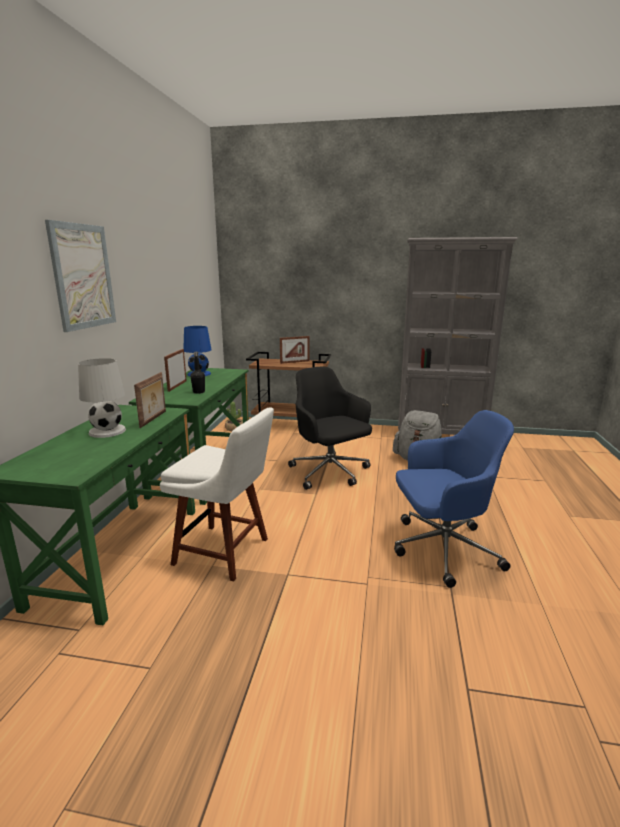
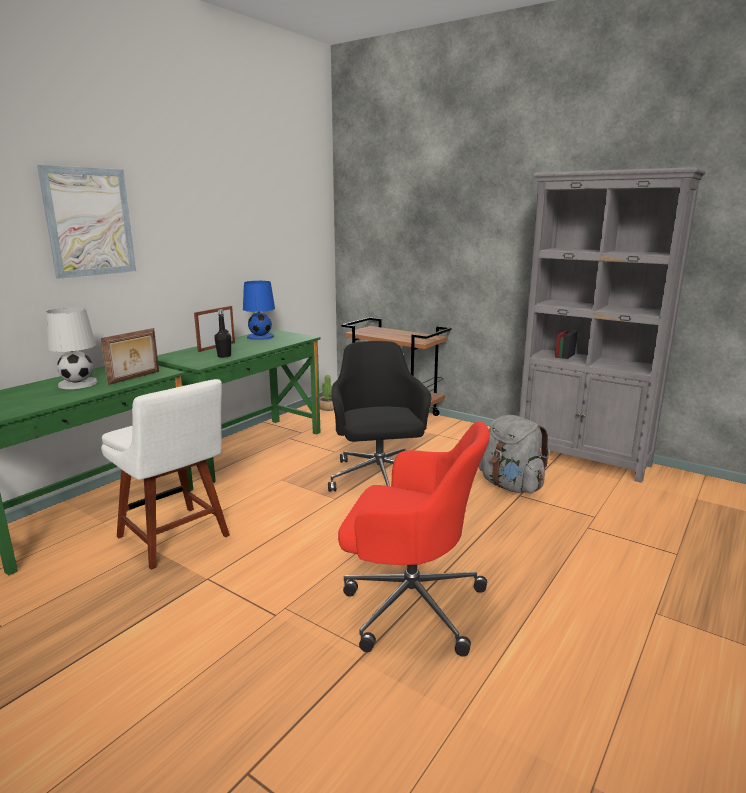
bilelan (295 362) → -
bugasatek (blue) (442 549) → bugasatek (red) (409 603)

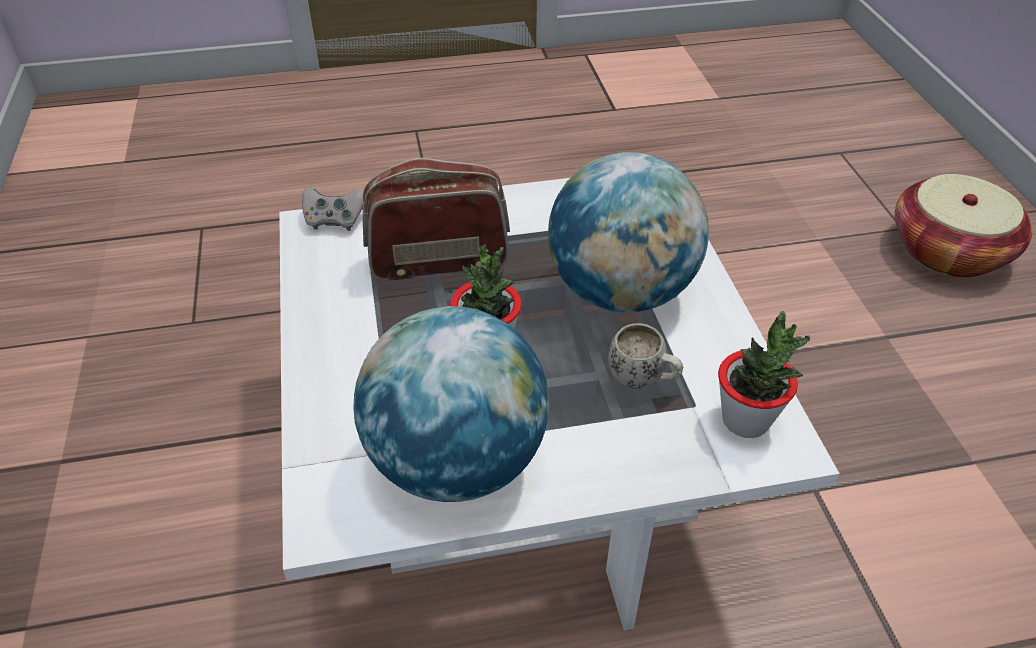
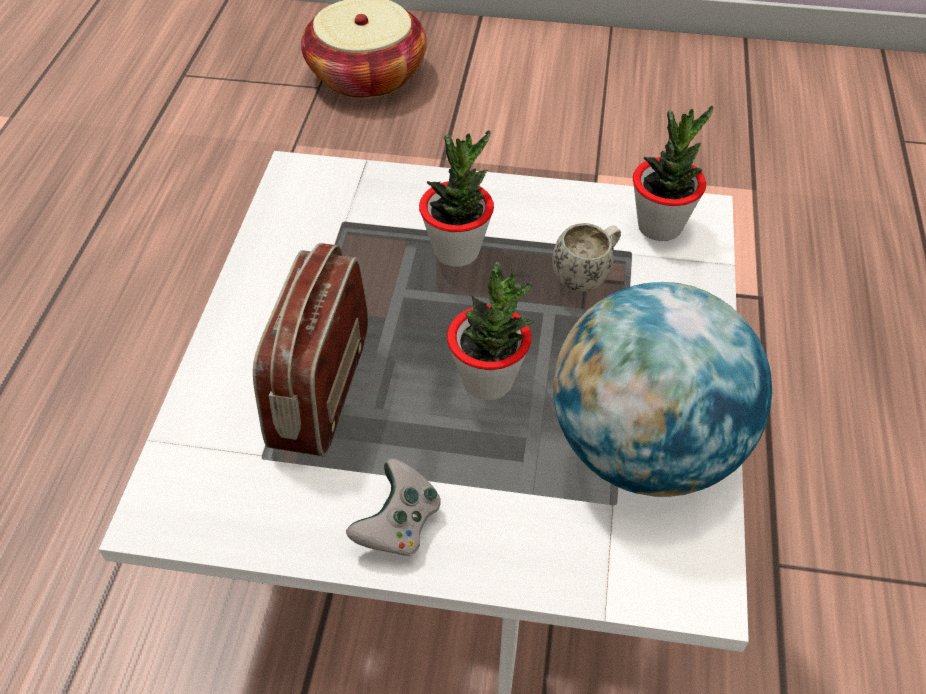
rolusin (620 292) → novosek (457 251)
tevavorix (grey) (335 220) → tevavorix (grey) (398 525), move

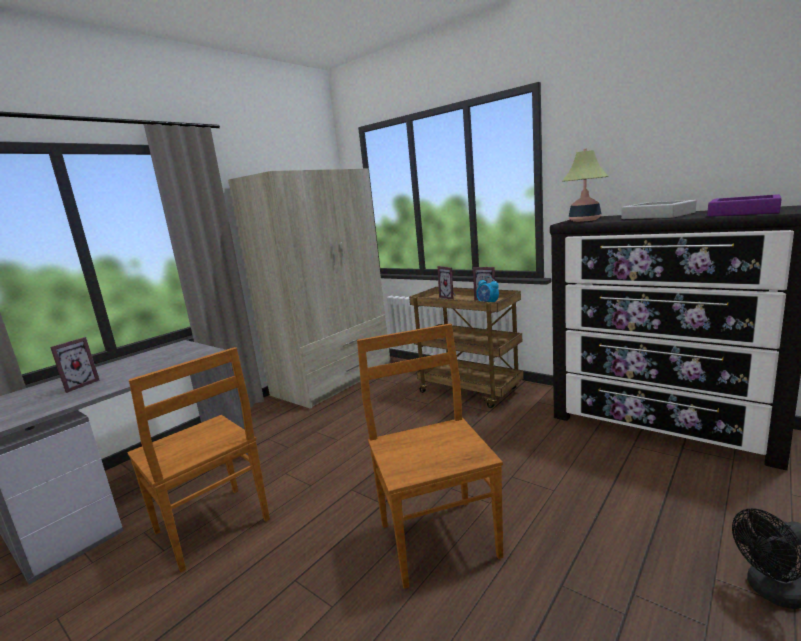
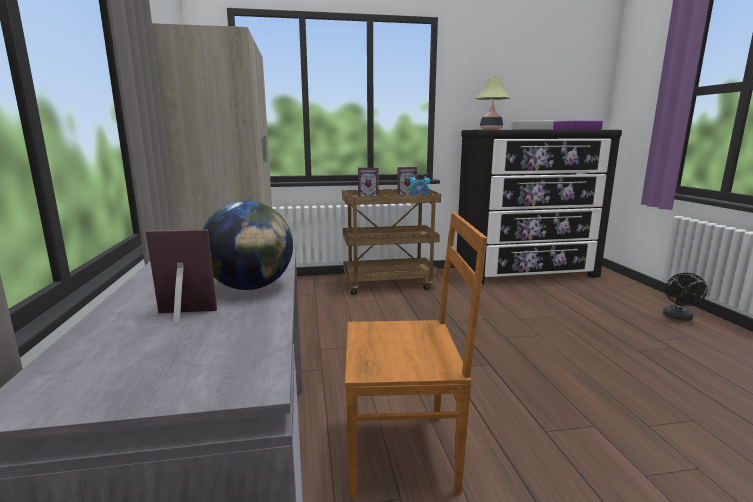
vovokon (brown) (437 537) → -
bilelan (78 385) → bilelan (183 317), 75 degrees counterclockwise
- → rolusin (251 287)

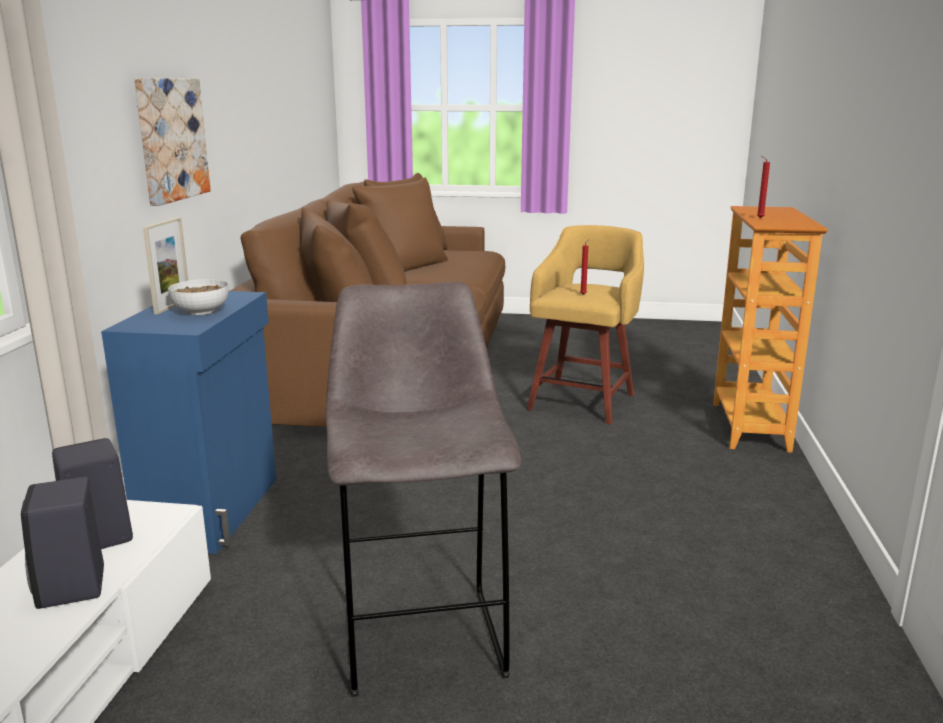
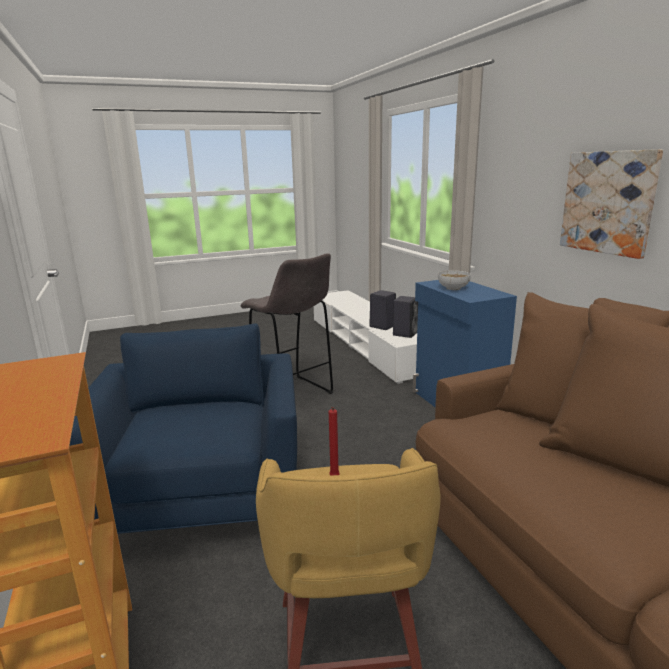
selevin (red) (759 218) → -
bilelan (172 306) → -
- → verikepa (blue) (205 503)

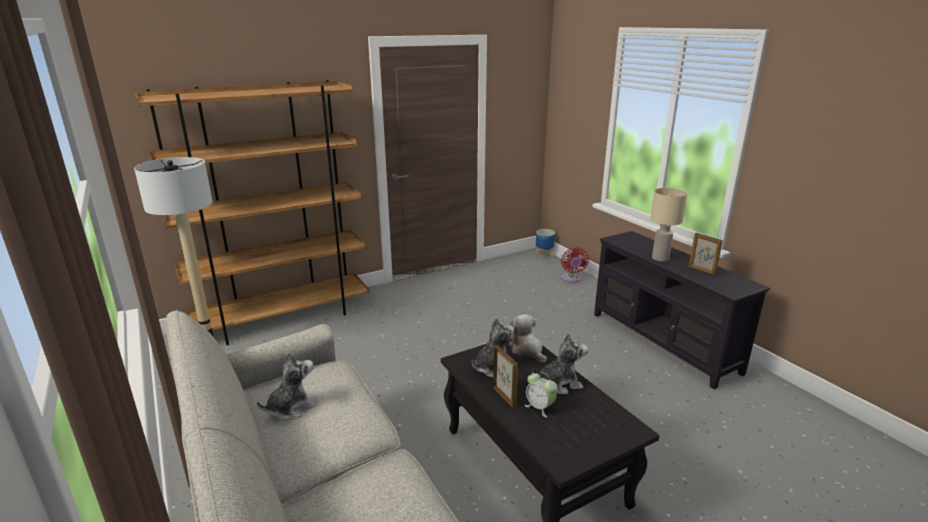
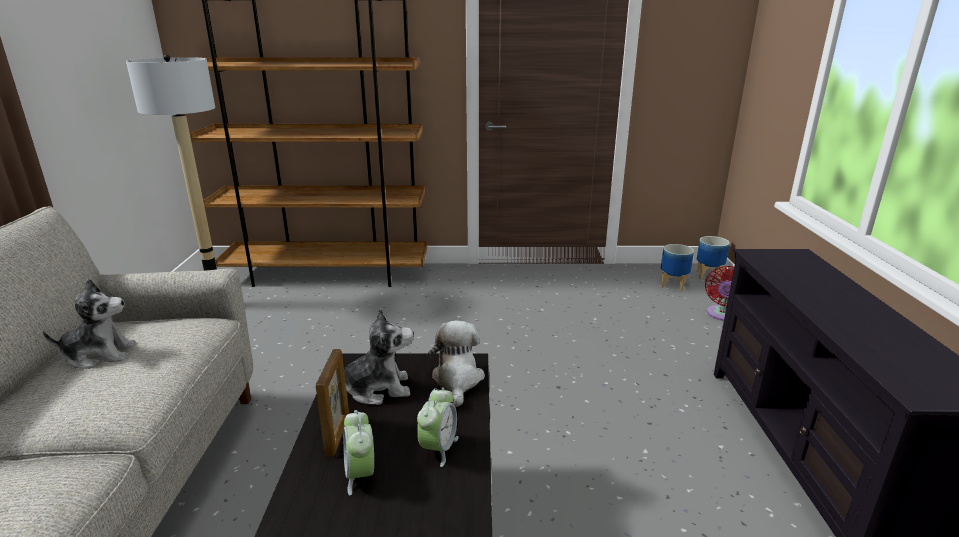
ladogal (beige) (660 258) → -
bilelan (701 271) → -
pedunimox (559 383) → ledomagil (438 448)
- → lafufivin (673 285)

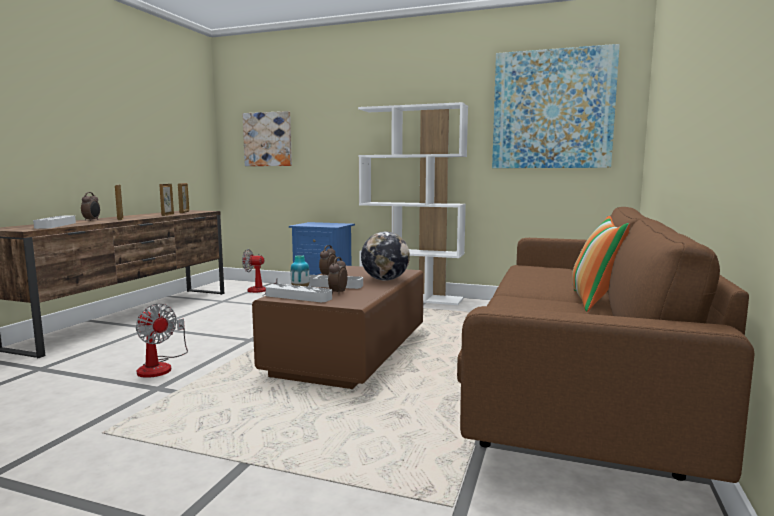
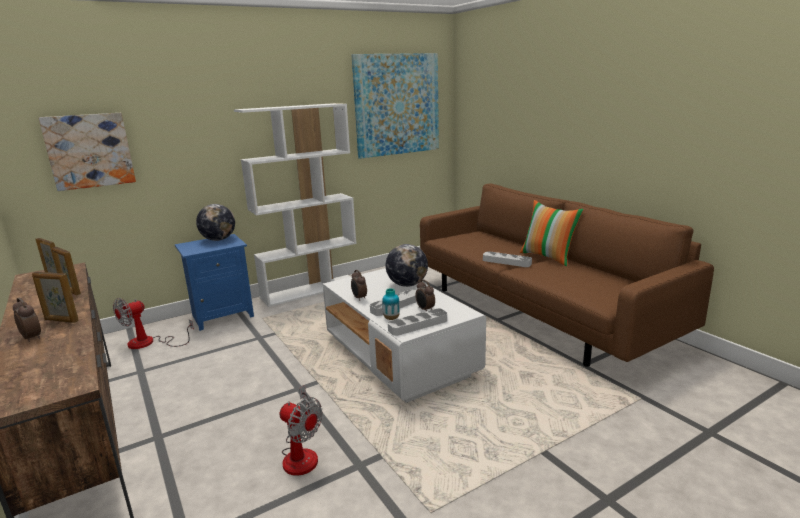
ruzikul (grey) (56 225) → ruzikul (grey) (506 262), move
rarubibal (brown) (350 353) → rarubibal (white) (399 356)
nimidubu (160 366) → nimidubu (302 453), 45 degrees clockwise
- → rolusin (218 239)

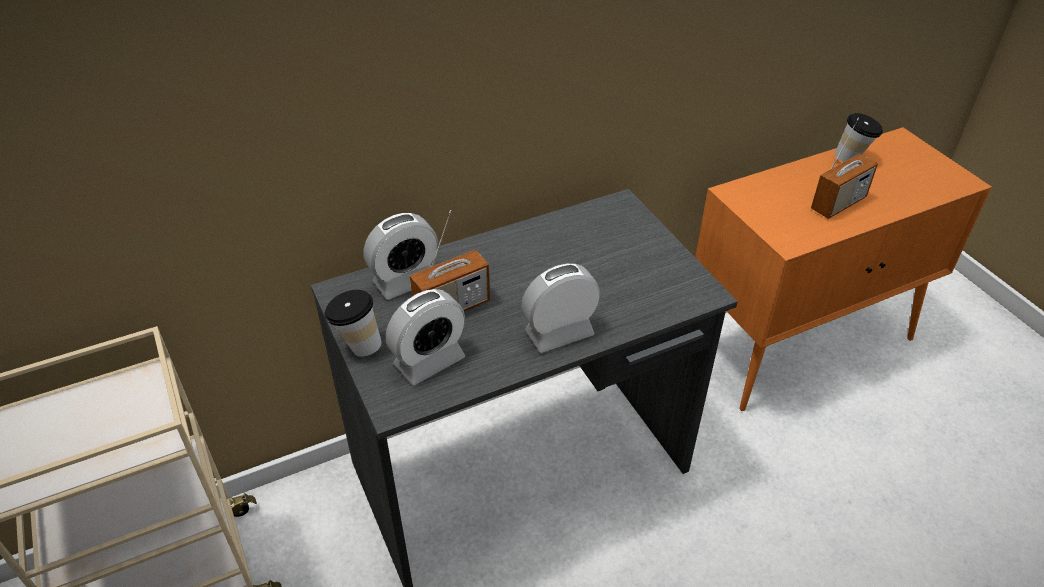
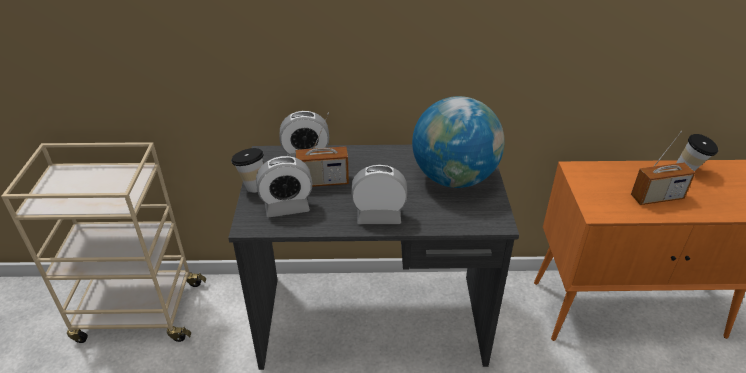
- → rolusin (454 178)

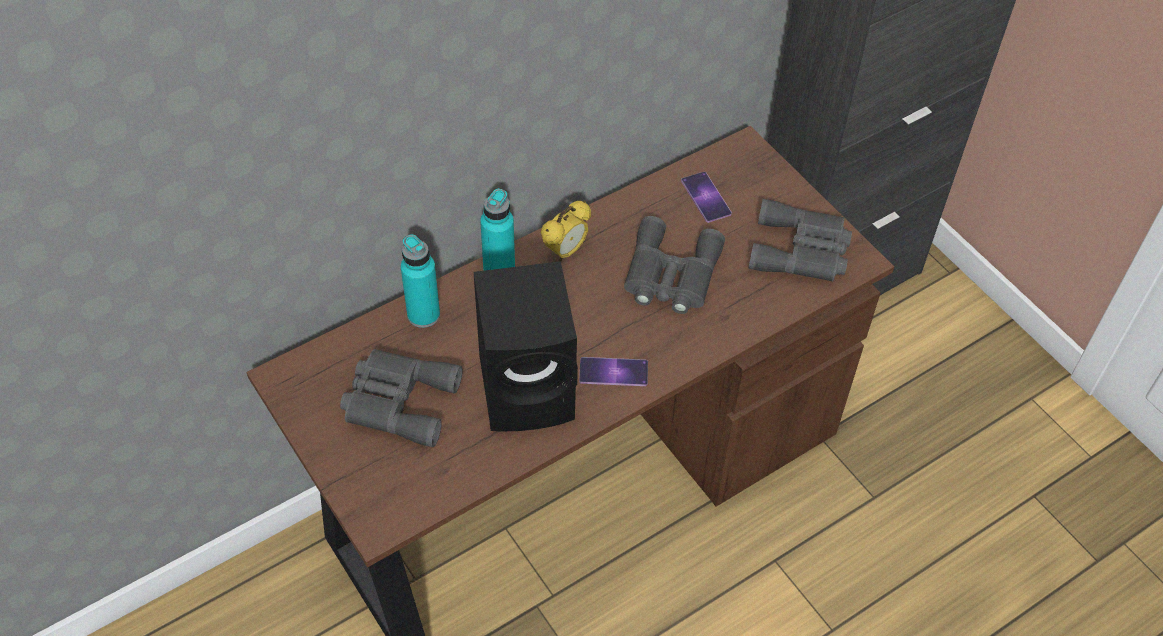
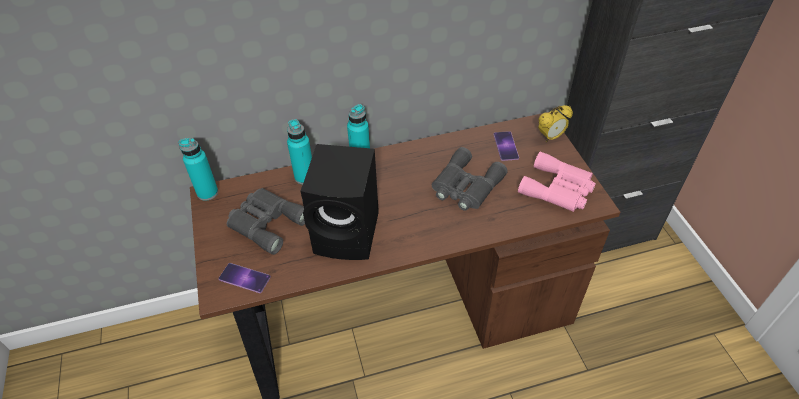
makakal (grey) (802 251) → makakal (pink) (558 189)
ledomagil (565 251) → ledomagil (550 137), move
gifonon (613 372) → gifonon (244 278), move
- → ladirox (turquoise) (207 193)

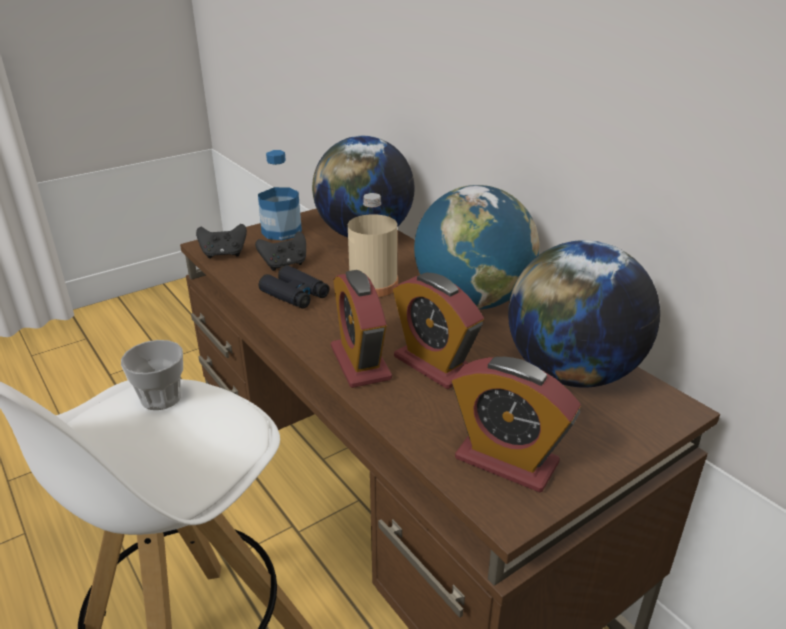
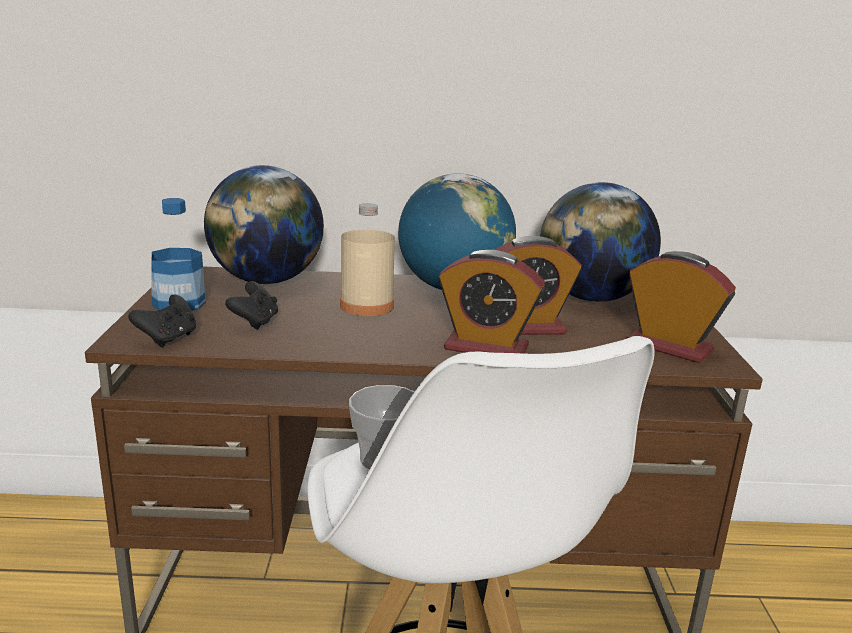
makakal (black) (295 295) → -
ledomagil (506 461) → ledomagil (669 347), 120 degrees counterclockwise

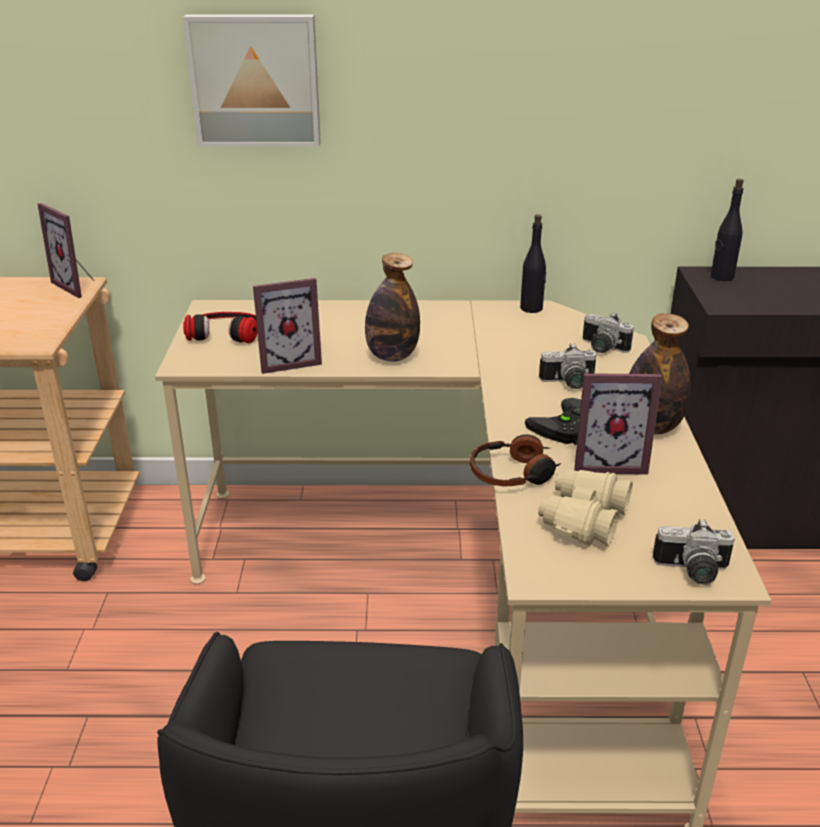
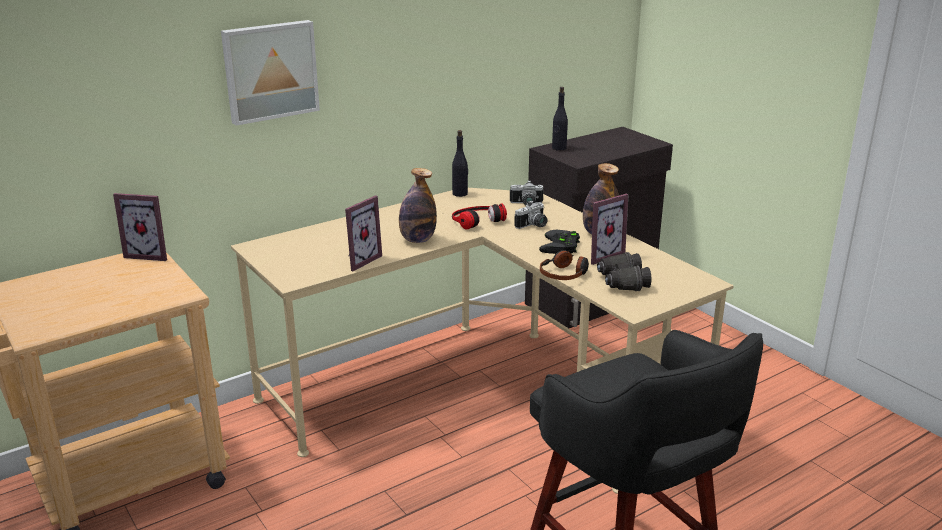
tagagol (226 331) → tagagol (476 219), move
makakal (beige) (582 519) → makakal (black) (622 282)
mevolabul (692 572) → -

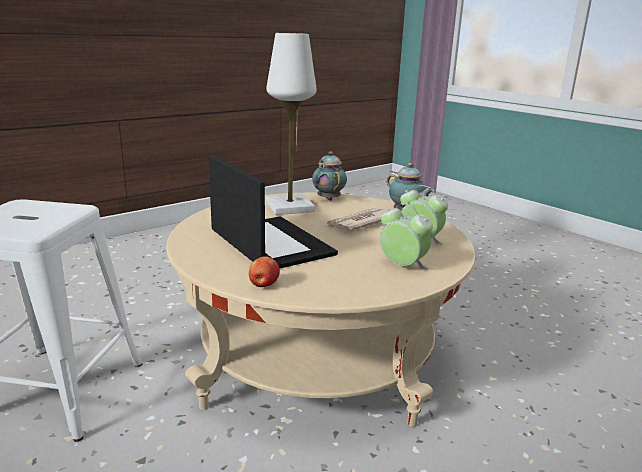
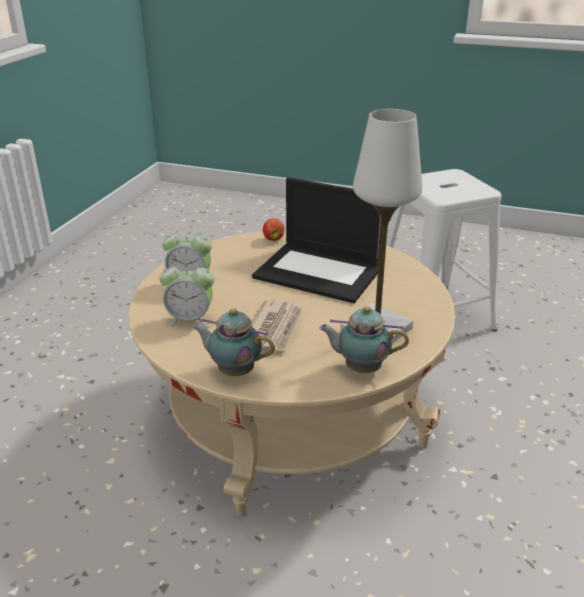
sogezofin (328 198) → sogezofin (360 368), 150 degrees clockwise

